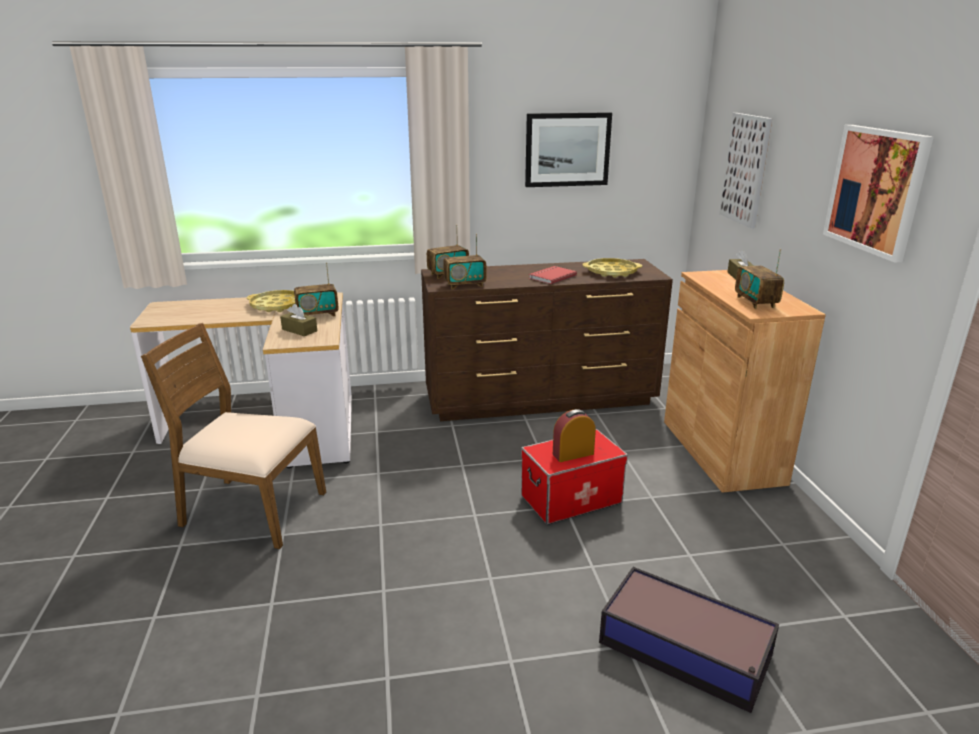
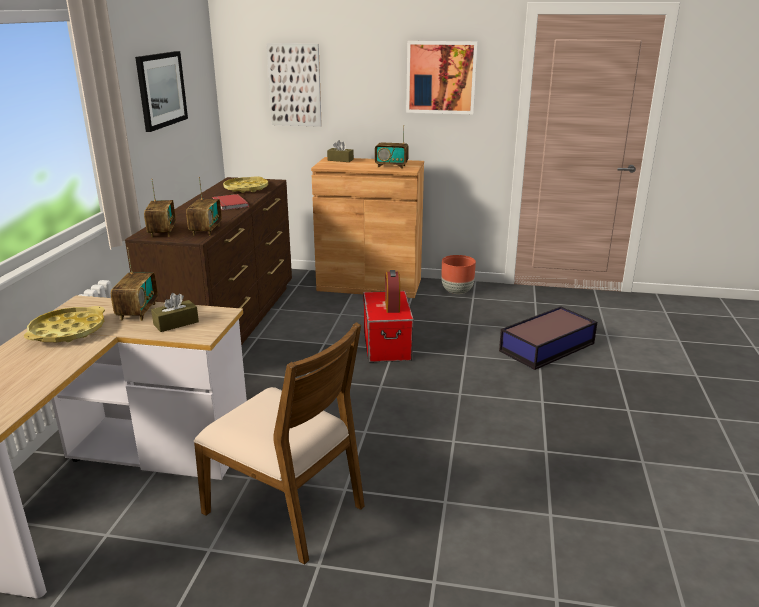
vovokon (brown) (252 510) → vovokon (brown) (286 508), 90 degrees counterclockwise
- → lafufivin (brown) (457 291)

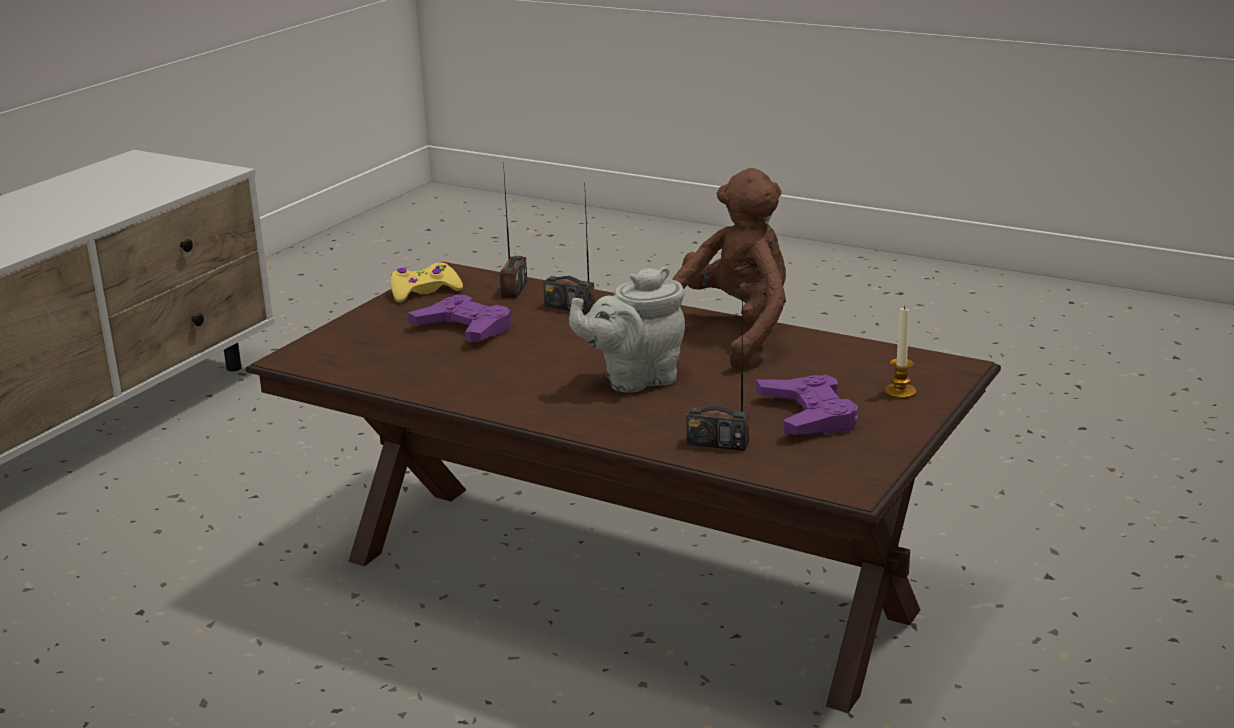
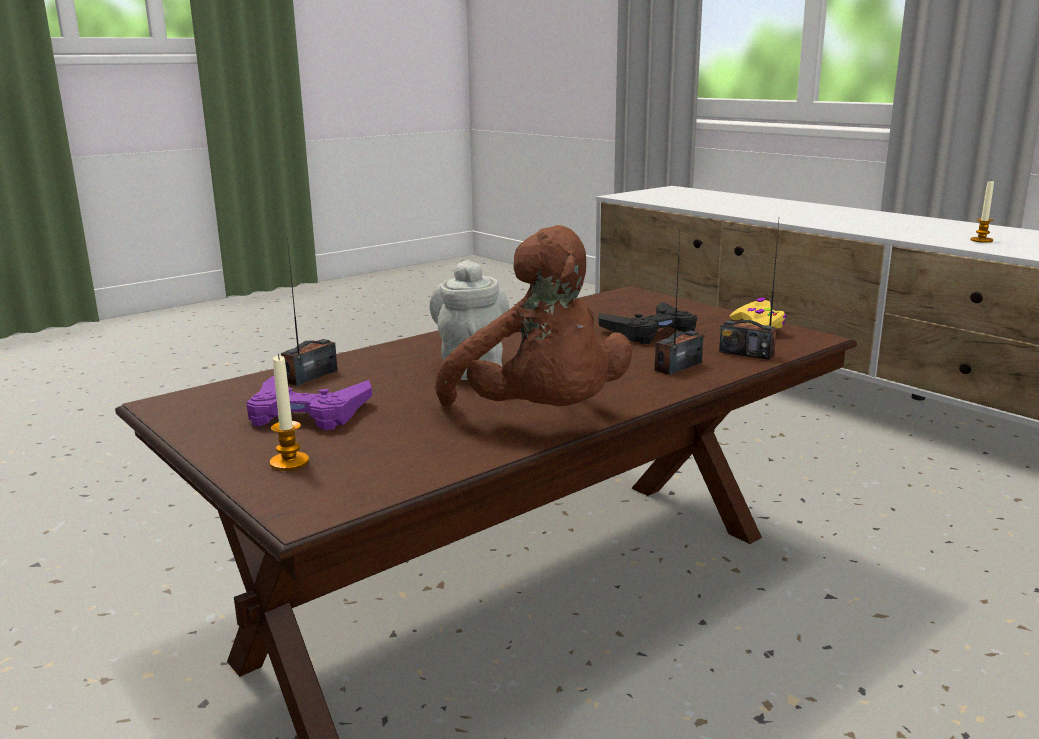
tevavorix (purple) (464 328) → tevavorix (black) (650 331)
- → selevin (981 240)

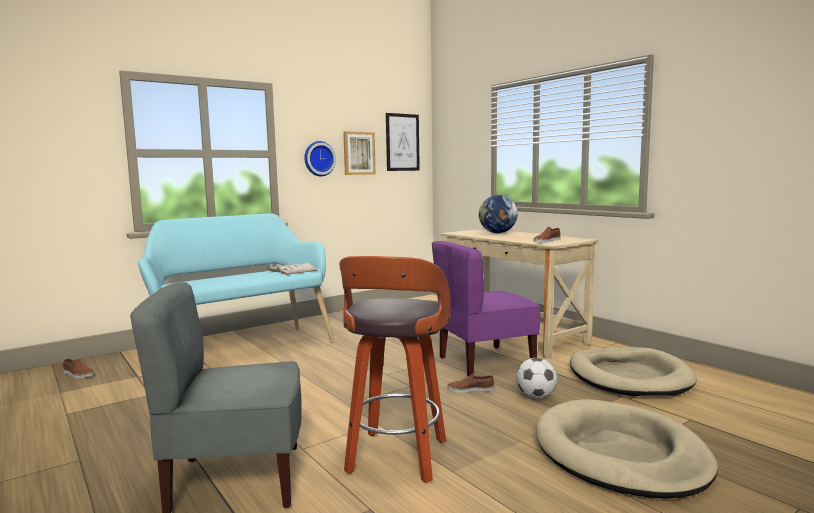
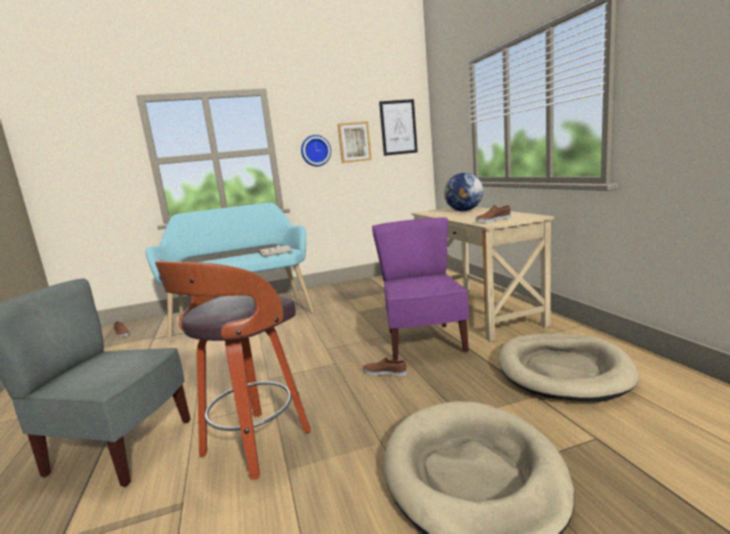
vovokon (purple) (485 362) → vovokon (purple) (423 342), 90 degrees clockwise
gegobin (536 396) → -

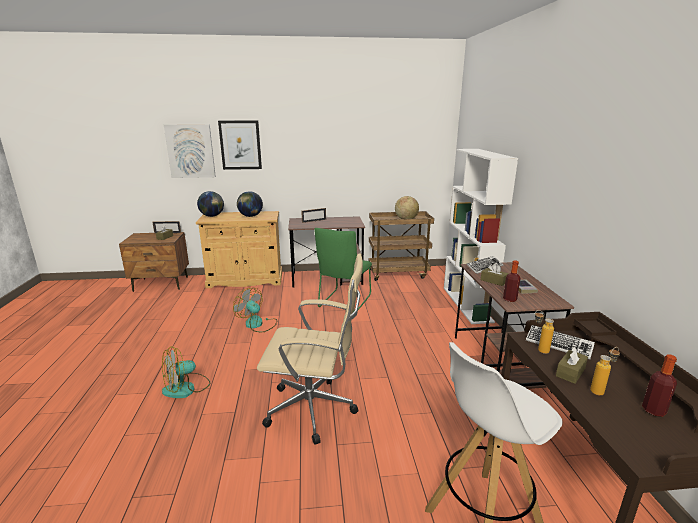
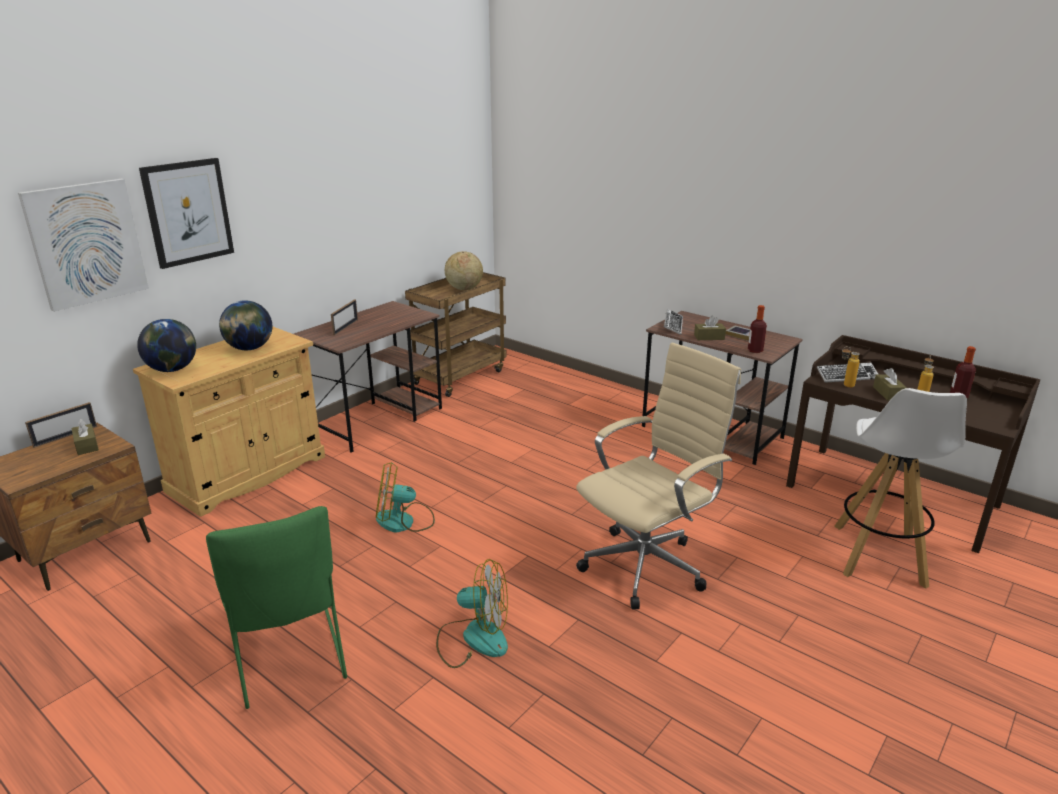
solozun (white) (467 304) → -
vovokon (green) (343 302) → vovokon (green) (290 660), move
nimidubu (186 388) → nimidubu (473 638), 90 degrees counterclockwise

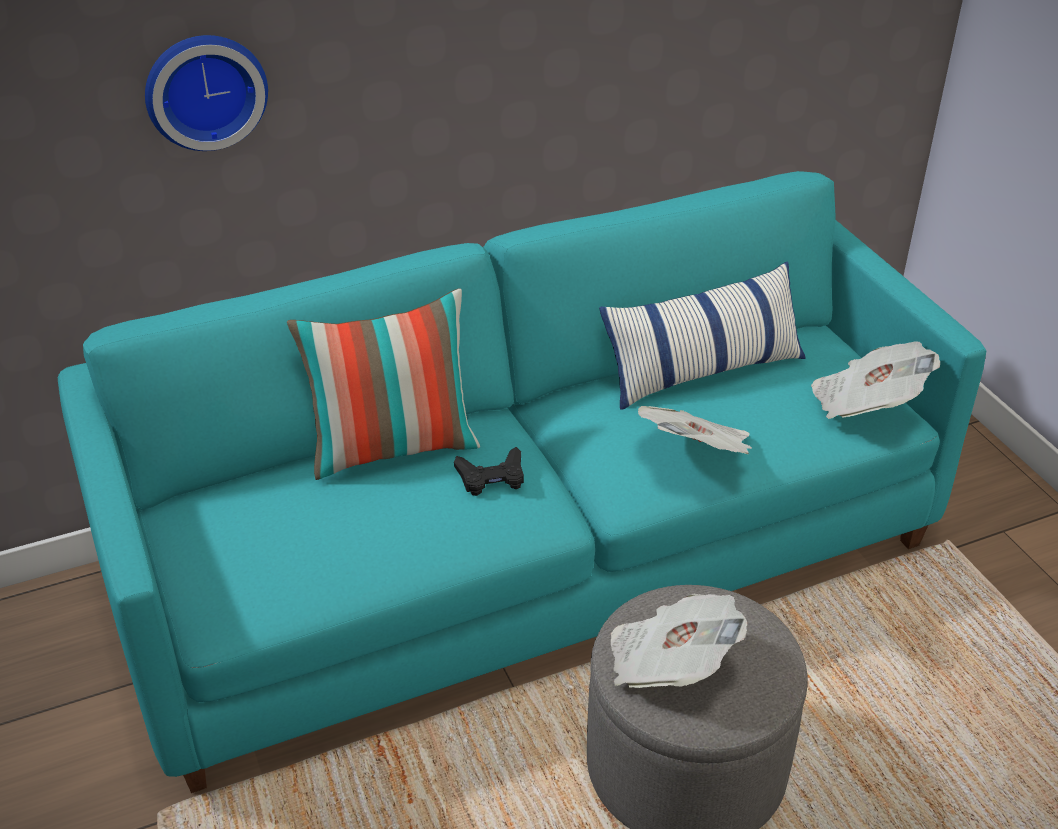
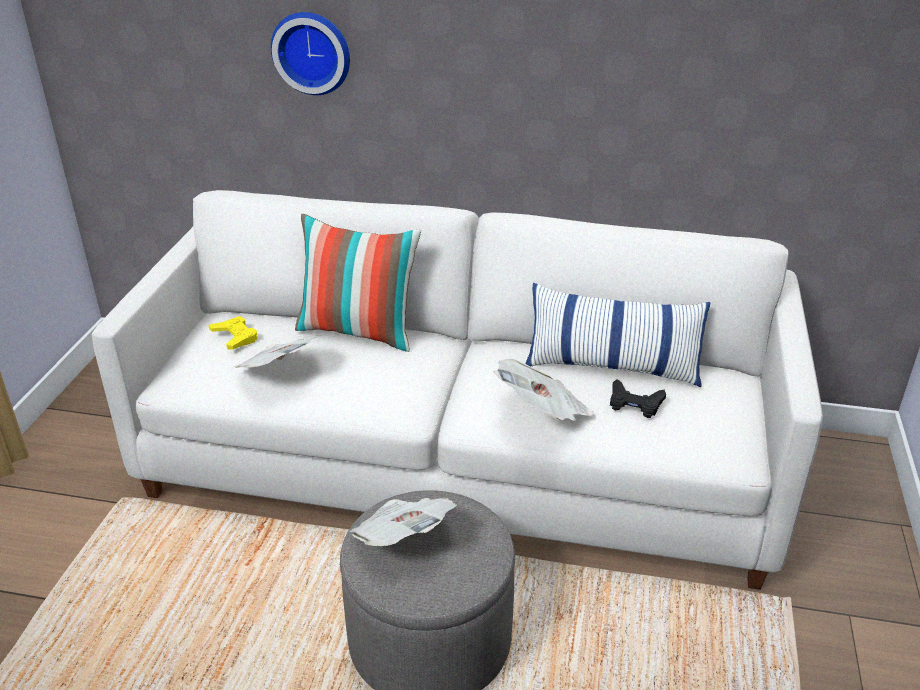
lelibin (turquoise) (530 557) → lelibin (white) (462 463)
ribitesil (866 403) → ribitesil (279 371), move
tevavorix (black) (491 477) → tevavorix (black) (635 403), move
- → tevavorix (yellow) (235 337)

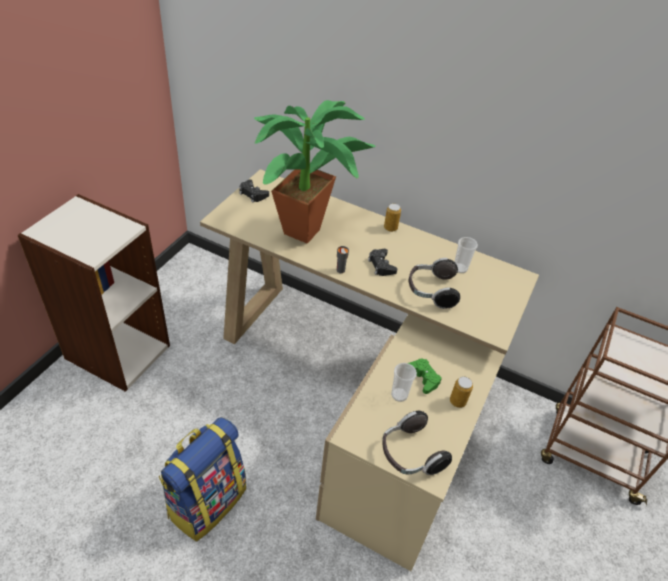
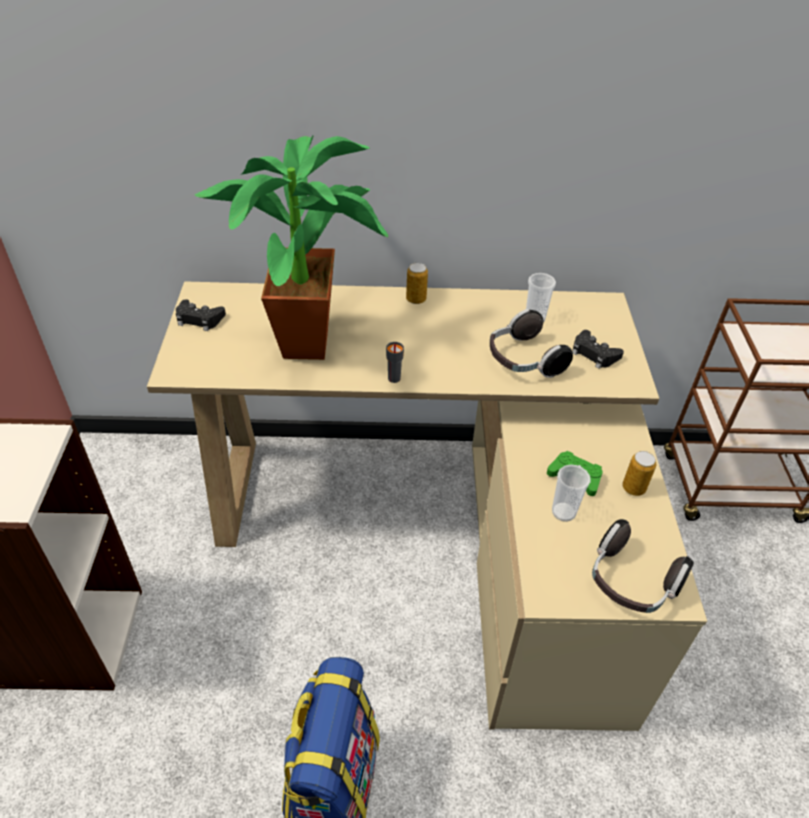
tevavorix (black) (381 265) → tevavorix (black) (594 354), move

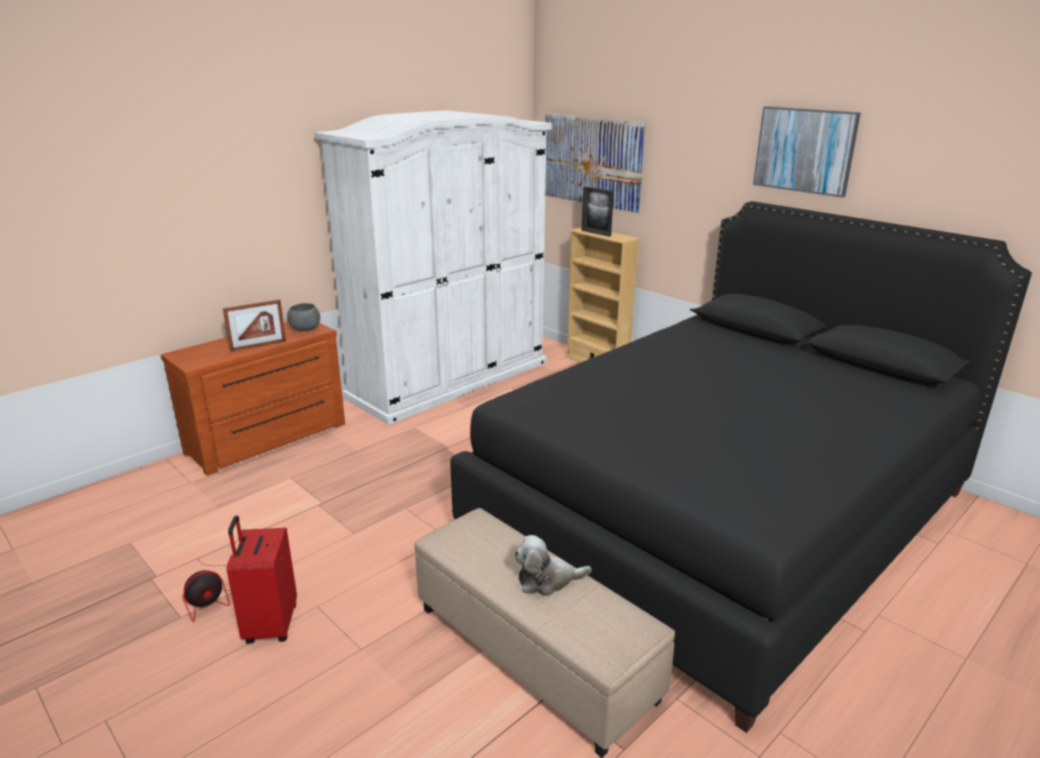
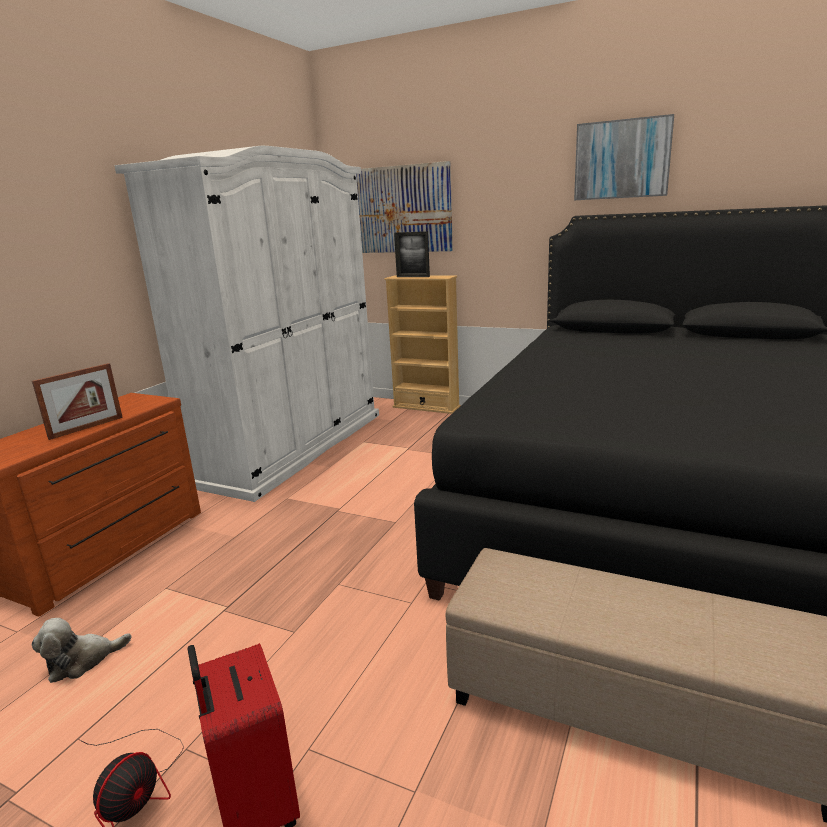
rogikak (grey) (305 329) → -
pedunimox (547 580) → pedunimox (82 661), move

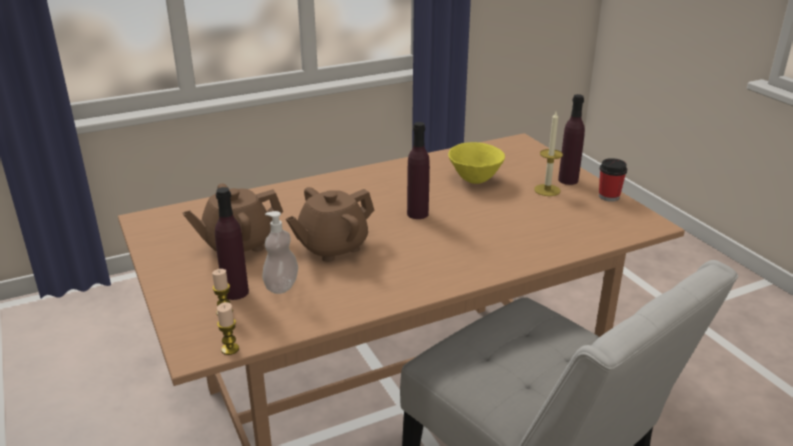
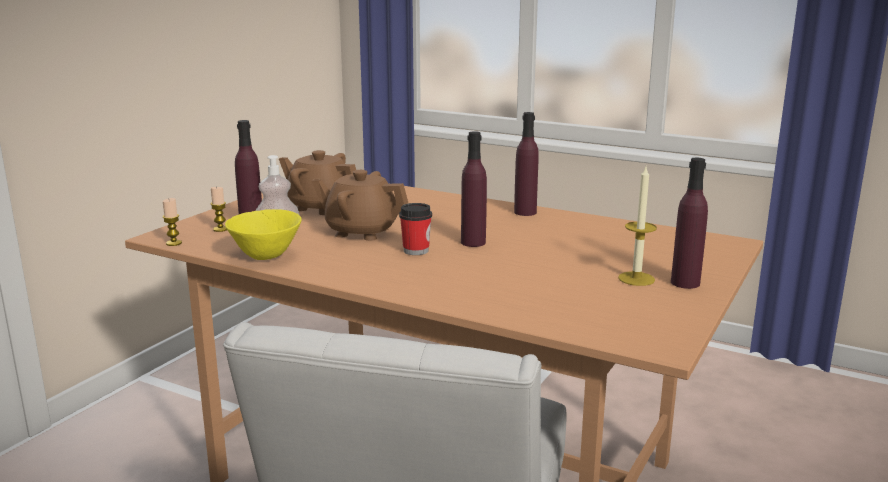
rogikak (yellow) (475 180) → rogikak (yellow) (265 257), move
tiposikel (609 196) → tiposikel (416 251), move
- → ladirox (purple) (525 212)

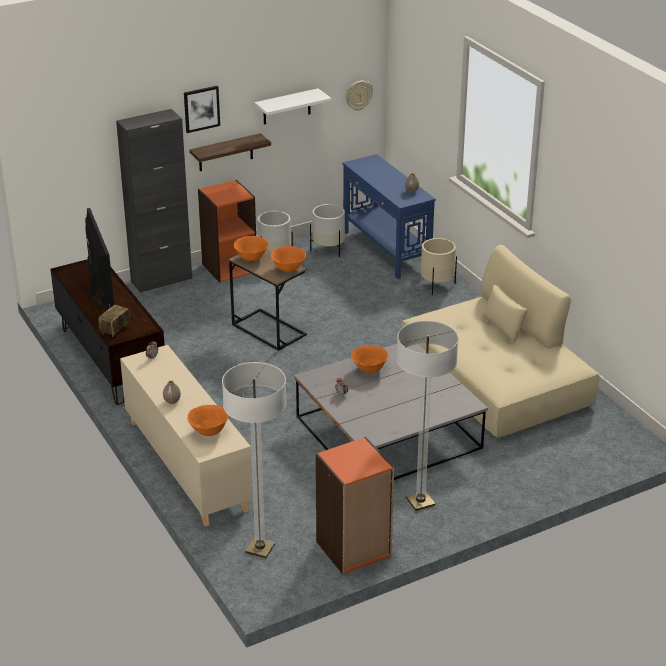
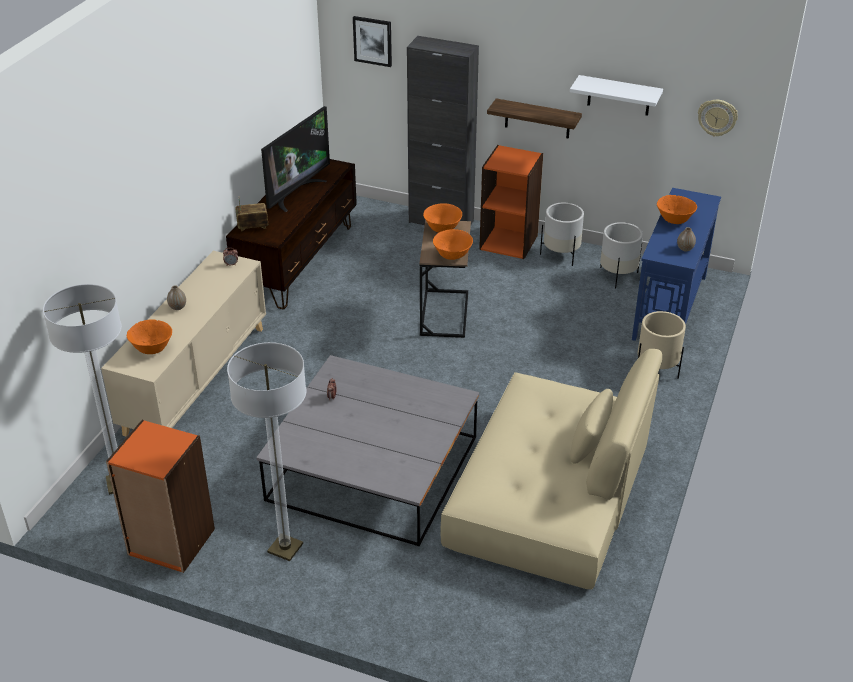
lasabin (201 108) → lasabin (373 41), move
rogikak (orange) (369 369) → rogikak (orange) (674 220), move

